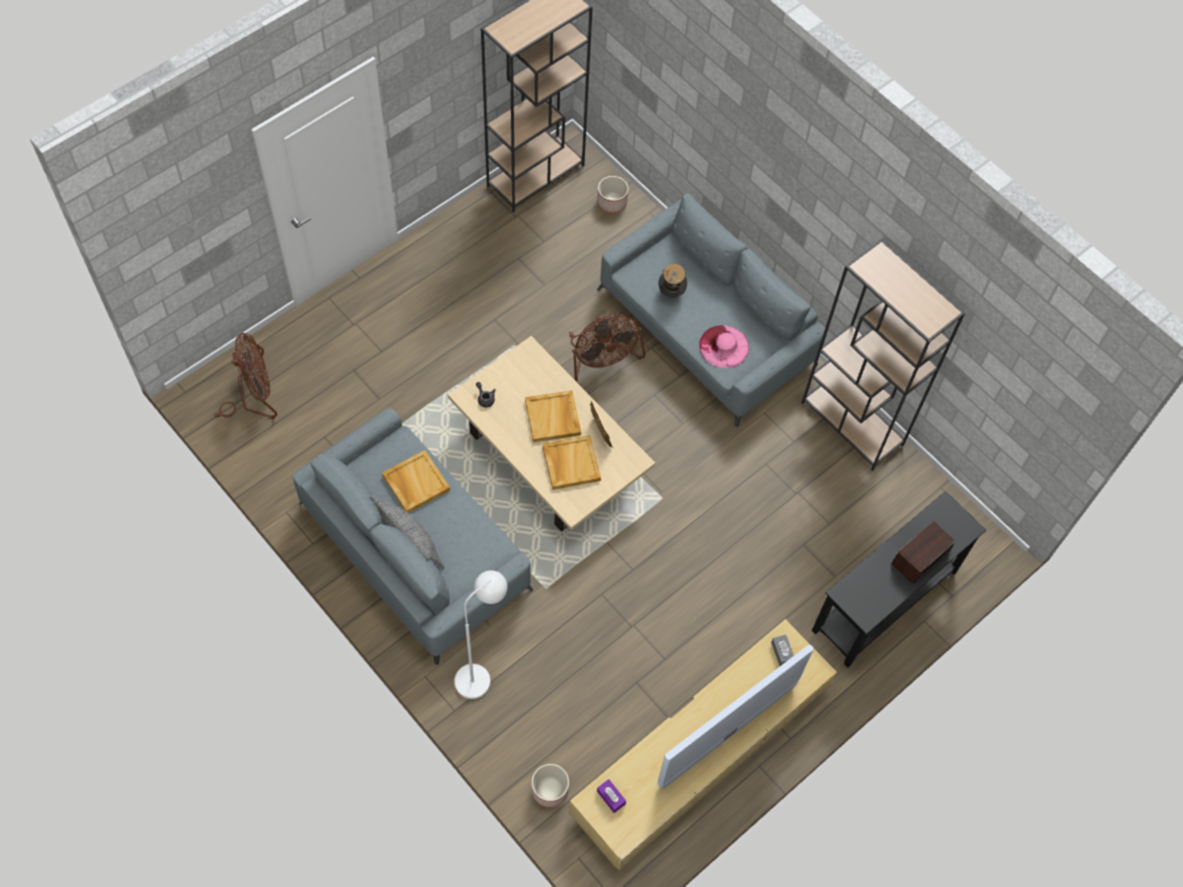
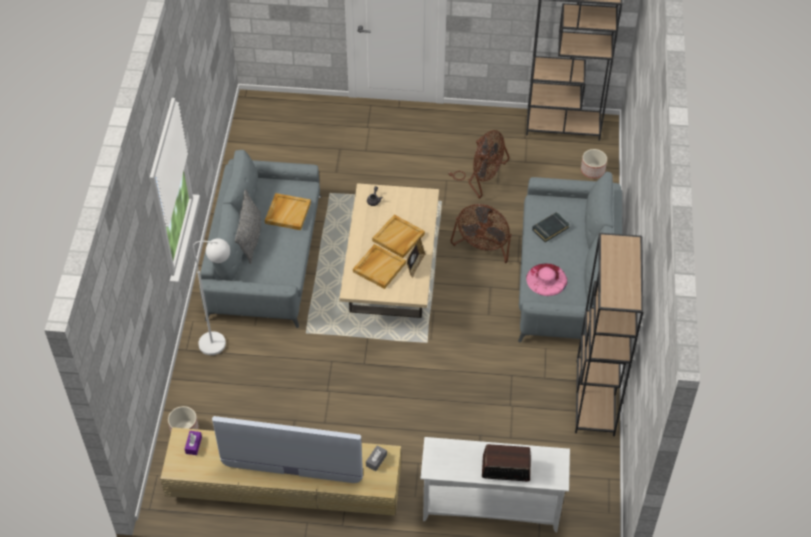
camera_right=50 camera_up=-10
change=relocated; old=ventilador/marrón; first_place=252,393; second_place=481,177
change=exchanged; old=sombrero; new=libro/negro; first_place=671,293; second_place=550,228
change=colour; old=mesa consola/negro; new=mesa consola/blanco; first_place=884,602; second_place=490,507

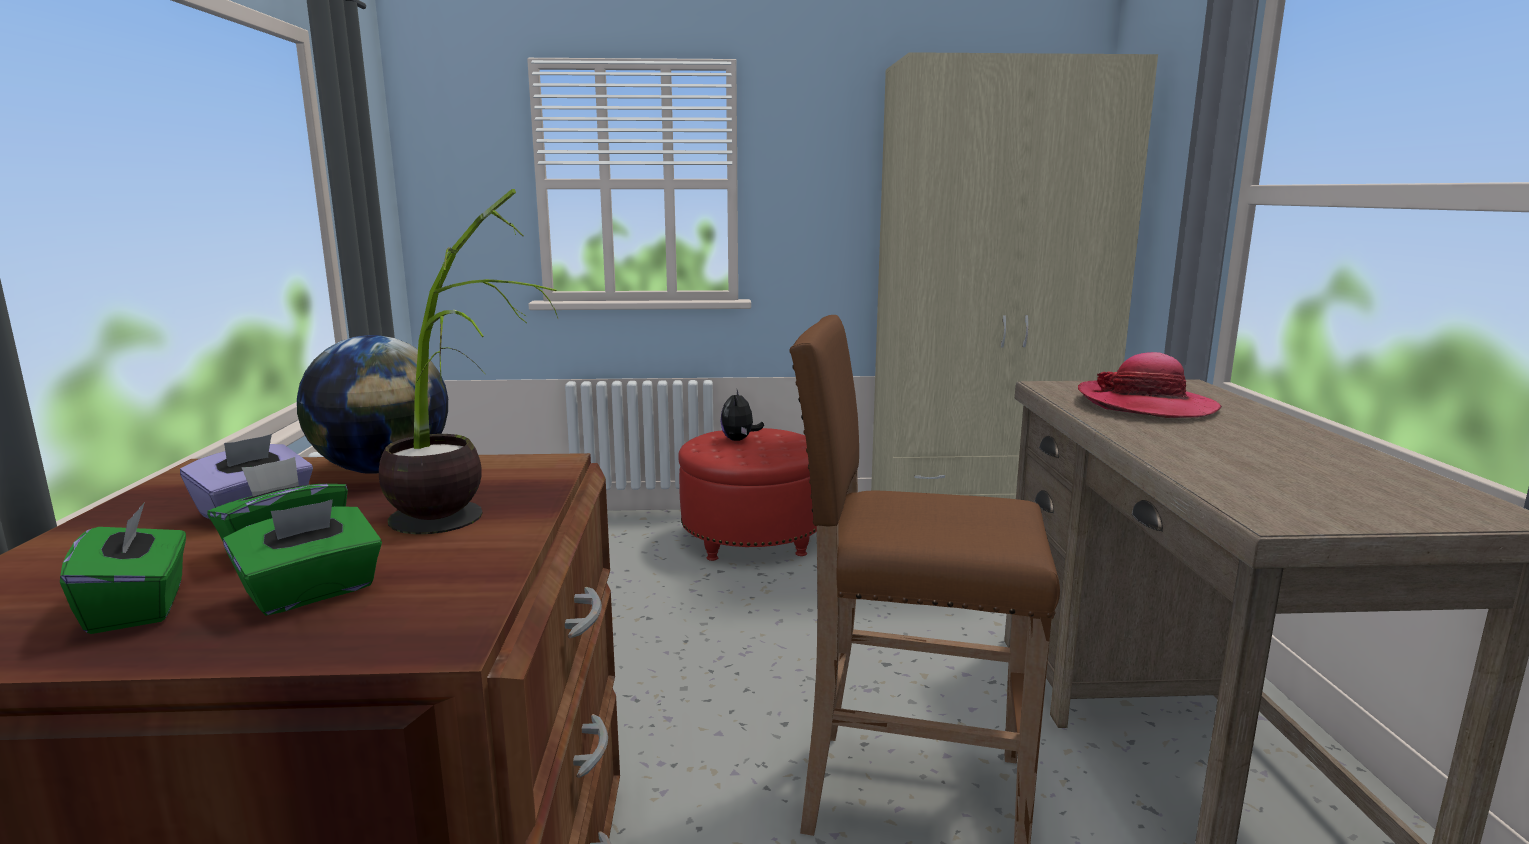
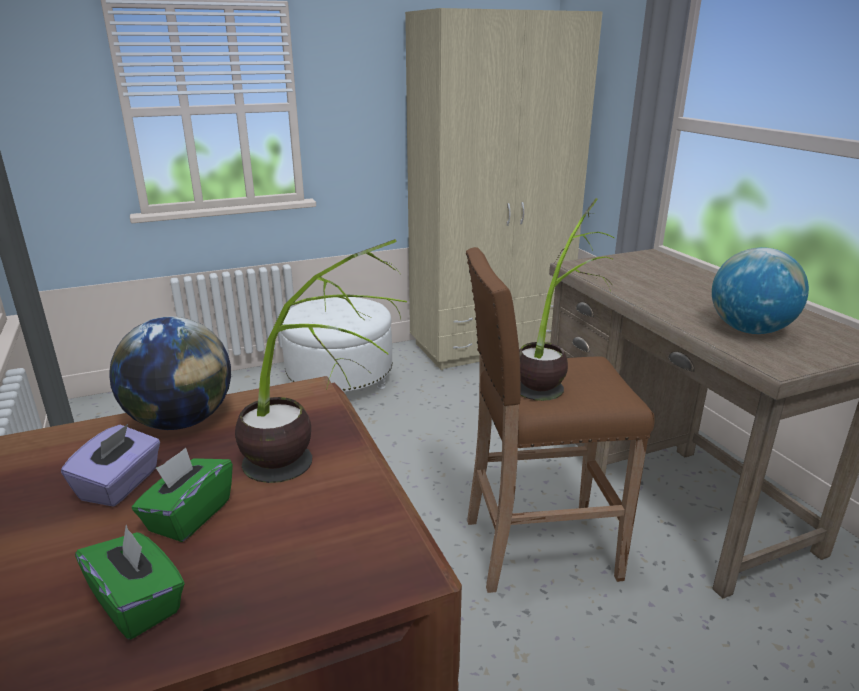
camera_right=-20 camera_up=10
change=missing; old=caja de pañuelos/verde; first_place=312,592
change=colour; old=puf/rojo; new=puf/blanco; first_place=752,539; second_place=340,380
change=missing; old=peluche; first_place=739,440
change=missing; old=sombrero; first_place=1146,405
change=appeared; new=planta en maceta; second_place=554,377
change=appeared; new=globo terráqueo; second_place=749,330

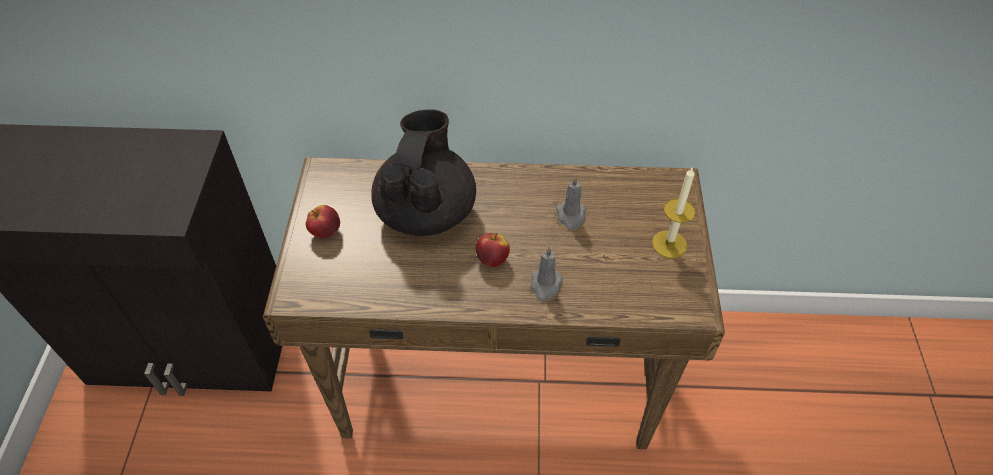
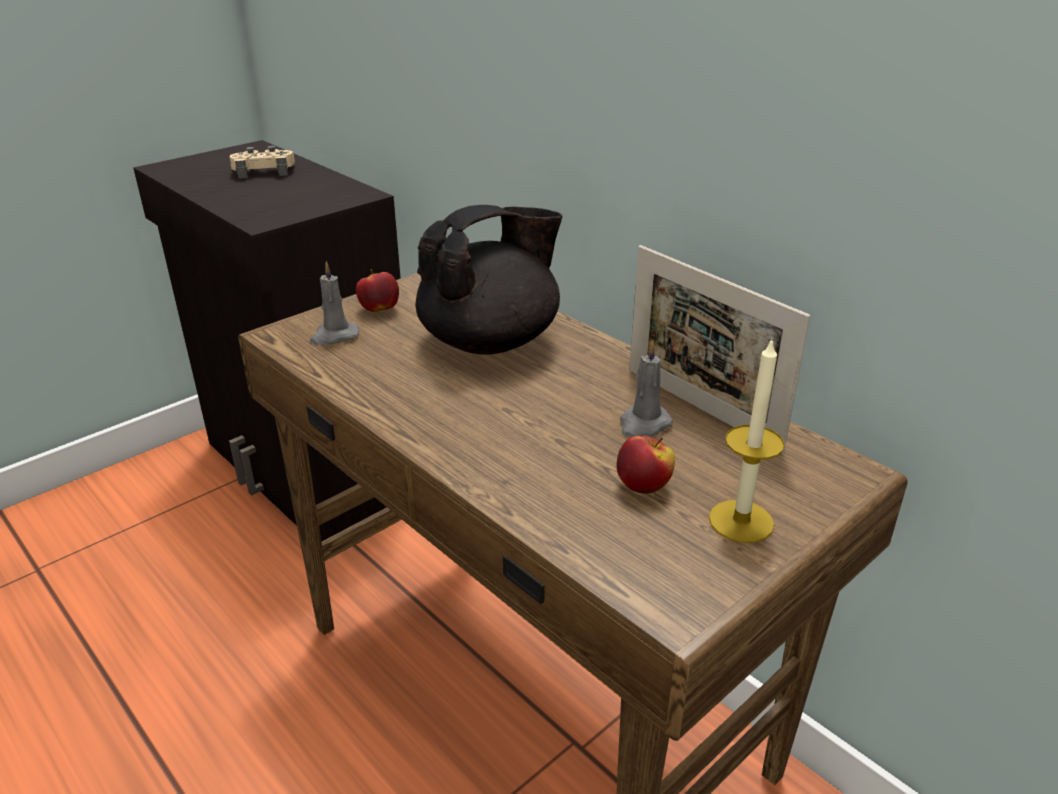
camera_right=45 camera_up=-20
change=relocated; old=manzana; first_place=492,259; second_place=643,486
change=relocated; old=vela/gris; first_place=545,285; second_place=334,336
change=appeared; new=mando de consola/beis; second_place=264,171
change=appeared; new=portarretratos; second_place=701,408

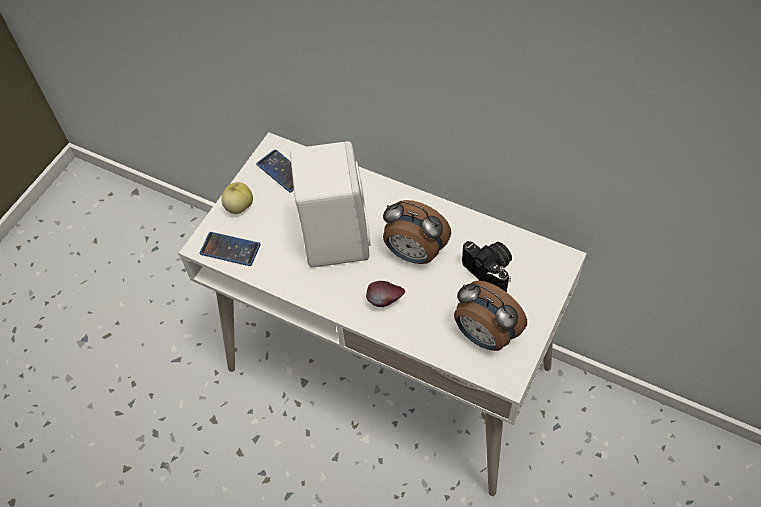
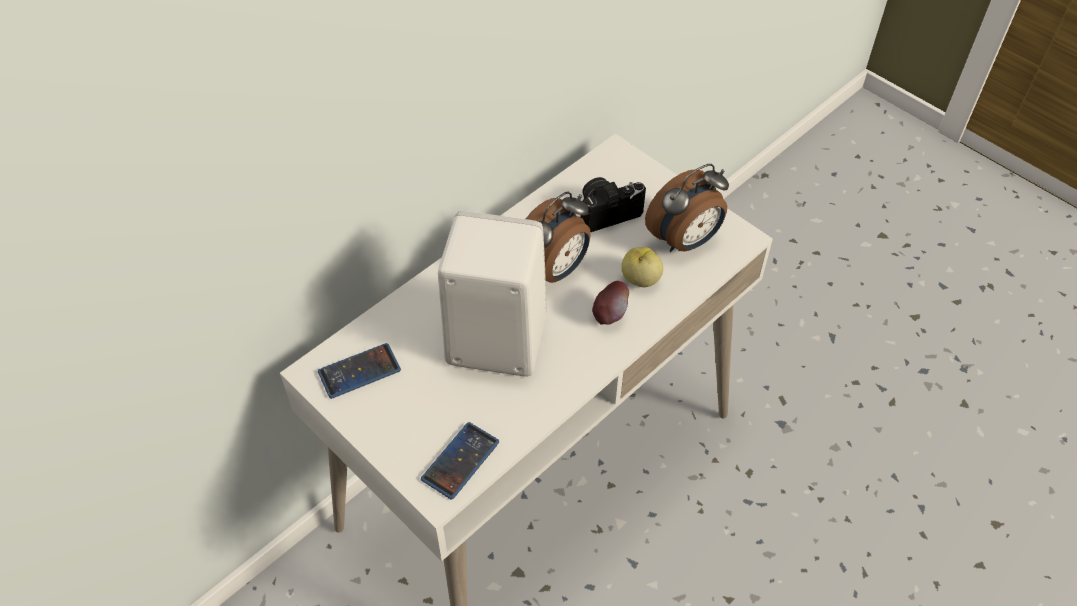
camera_right=-75 camera_up=-5
change=relocated; old=manzana; first_place=239,206; second_place=640,279

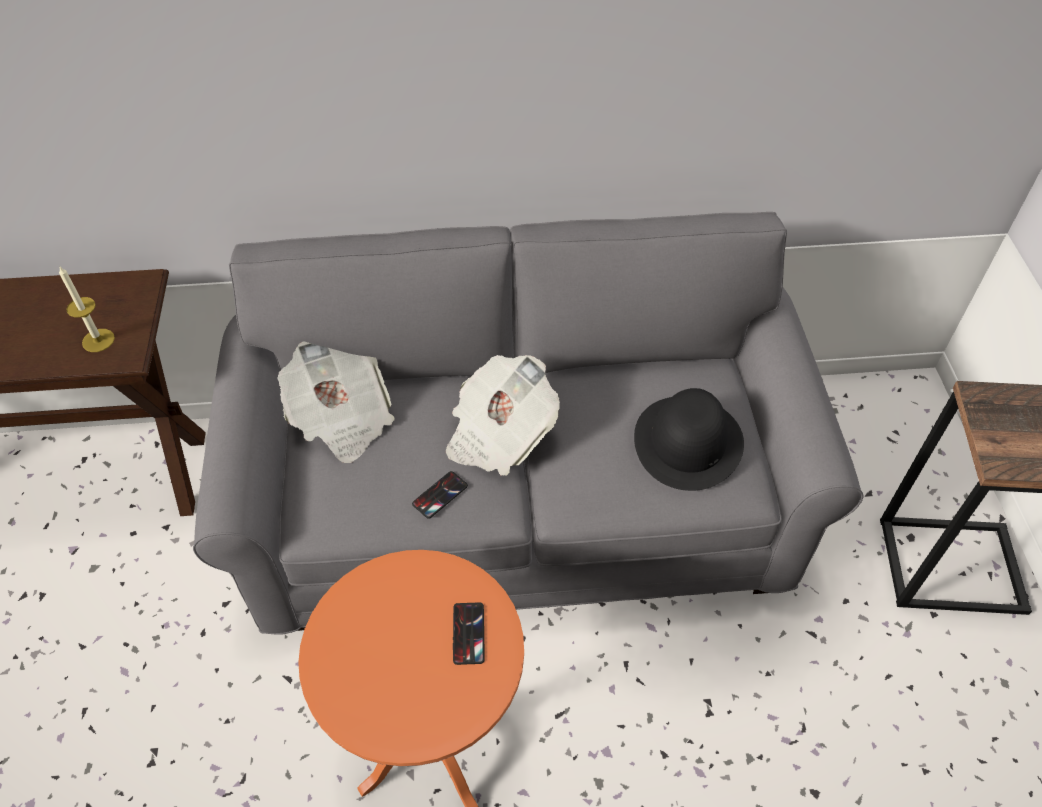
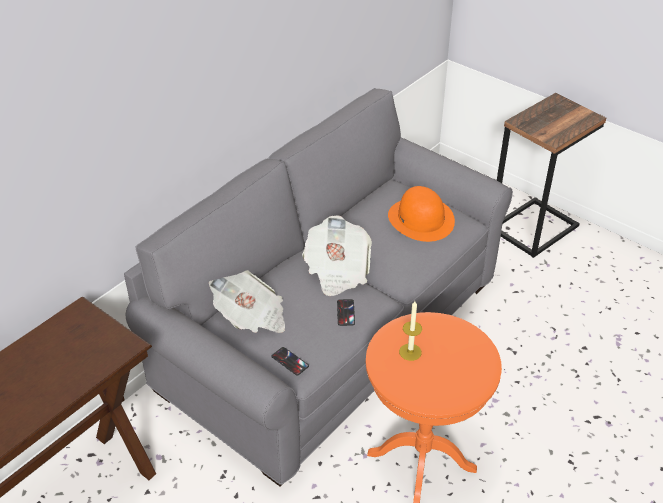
camera_right=-45 camera_up=-10
change=relocated; old=vela; first_place=98,340; second_place=410,352
change=relocated; old=móvil; first_place=468,633; second_place=290,361
change=colour; old=sombrero/negro; new=sombrero/naranja; first_place=688,442; second_place=421,219

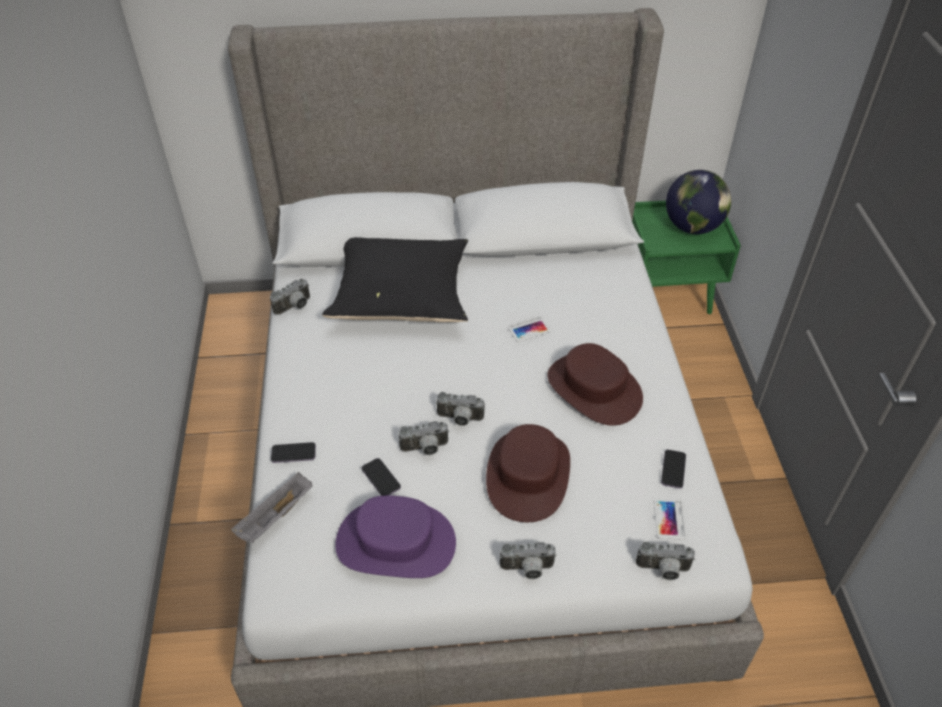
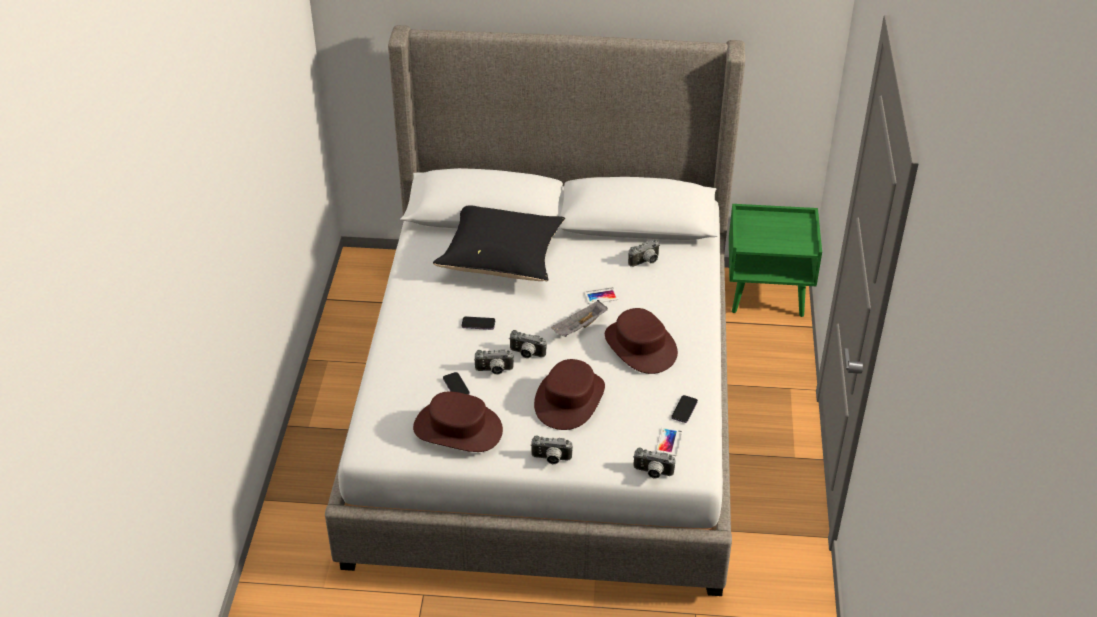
camera_right=10 camera_up=-5
change=relocated; old=bandeja/gris; first_place=276,517; second_place=579,327
change=relocated; old=cámara; first_place=294,307; second_place=645,262
change=relocated; old=móvil; first_place=293,453; second_place=478,324
change=colour; old=sombrero/morado; new=sombrero/marrón; first_place=396,542; second_place=458,428
change=missing; old=globo terráqueo; first_place=692,227

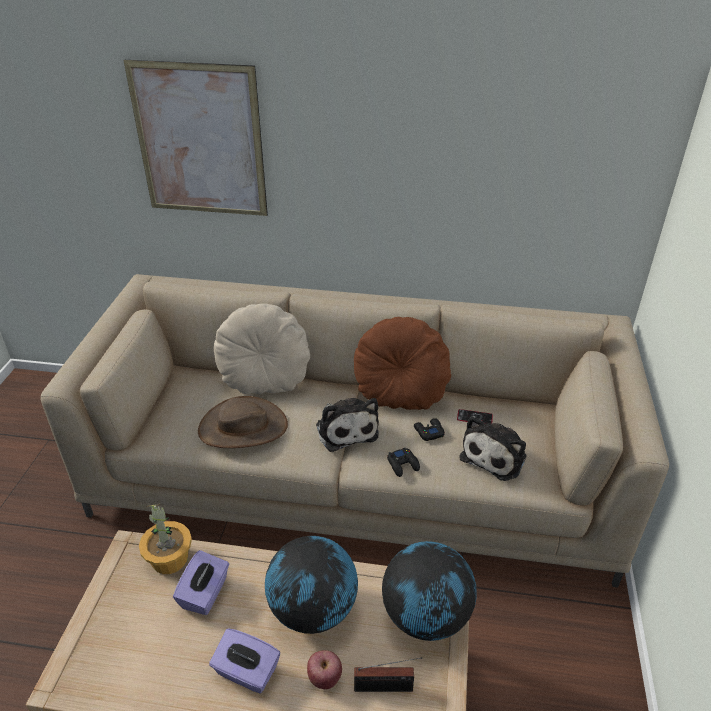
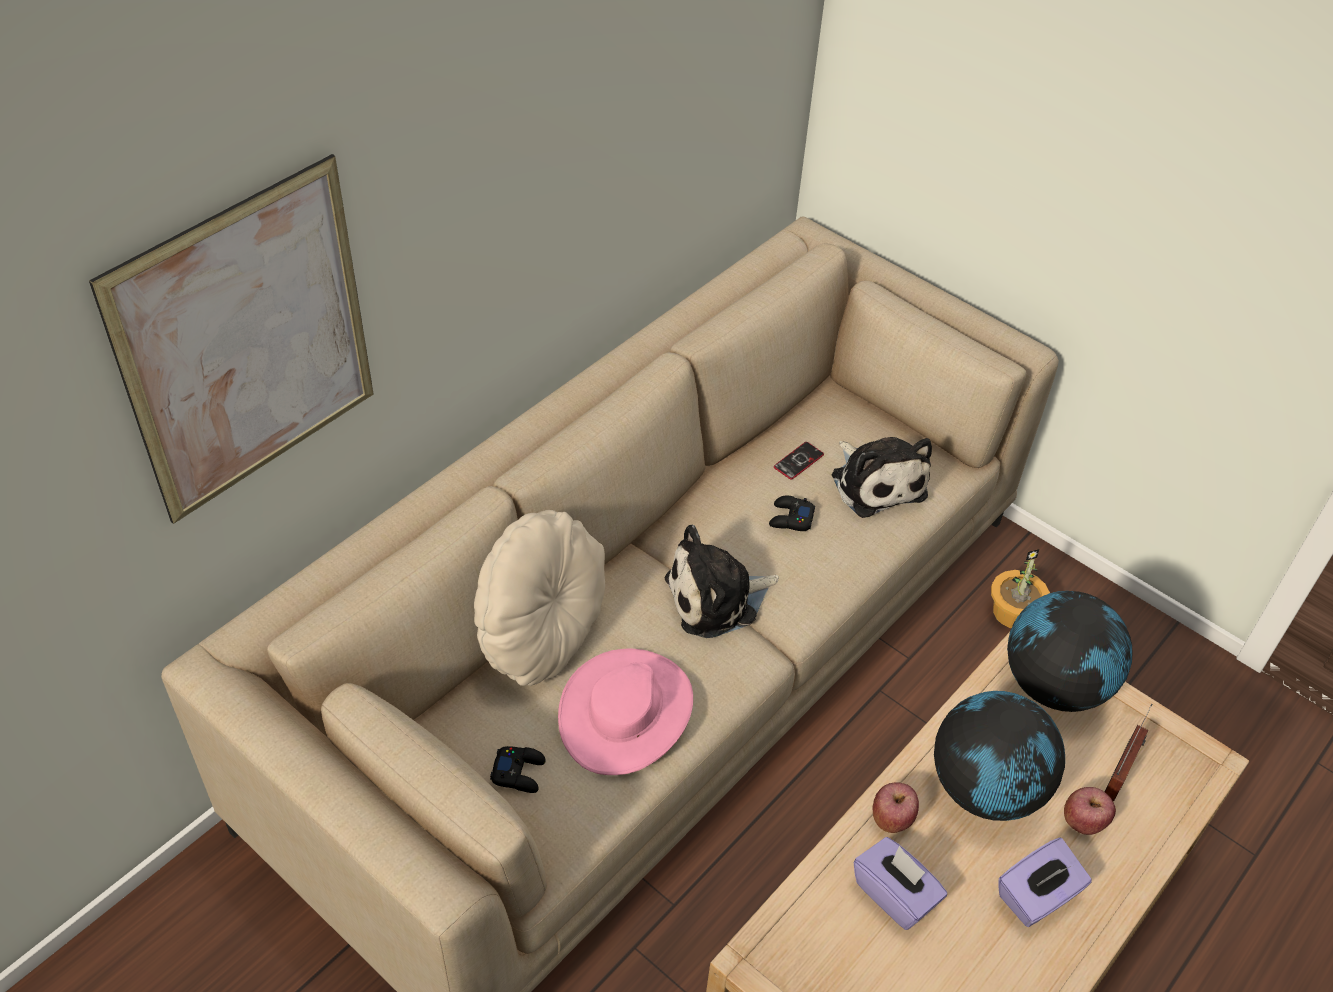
camera_right=-60 camera_up=10
change=relocated; old=planta en maceta; first_place=169,559; second_place=1014,612
change=colour; old=sombrero/marrón; new=sombrero/rosa; first_place=243,427; second_place=626,712
change=spun; old=peluche; first_place=346,429; second_place=717,598; degrees=150
change=missing; old=cojín/marrón; first_place=400,398
change=relocated; old=mando de consola/negro; first_place=403,465; second_place=519,772
change=appeared; new=manzana; second_place=891,819

